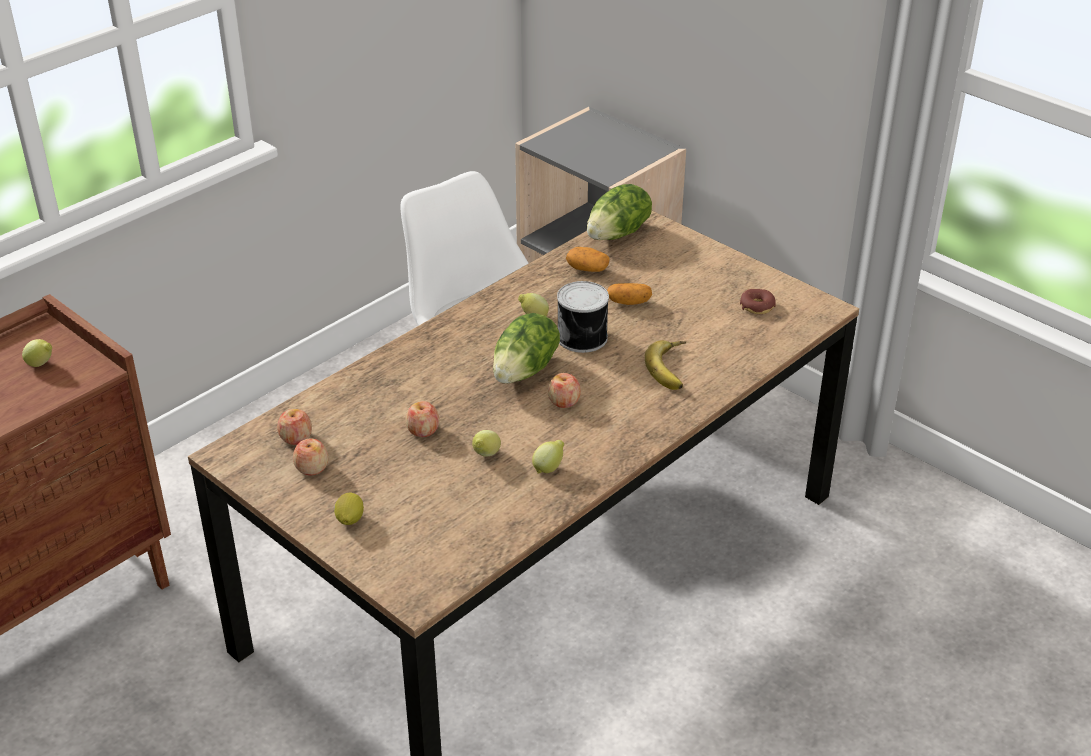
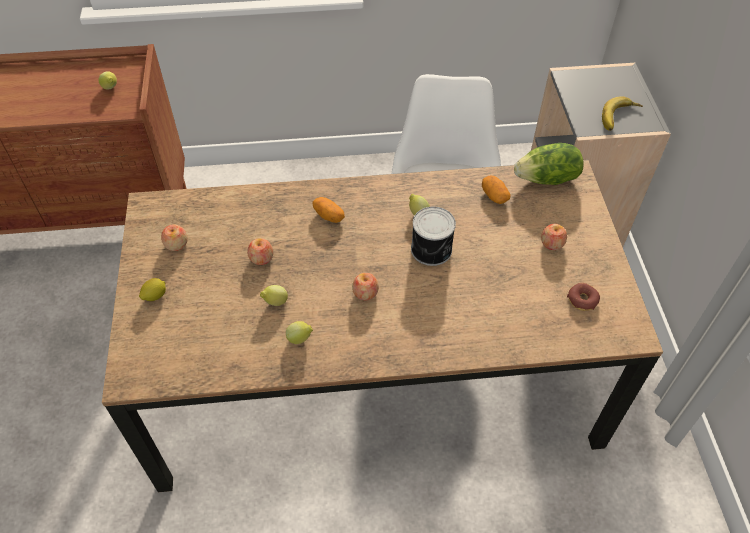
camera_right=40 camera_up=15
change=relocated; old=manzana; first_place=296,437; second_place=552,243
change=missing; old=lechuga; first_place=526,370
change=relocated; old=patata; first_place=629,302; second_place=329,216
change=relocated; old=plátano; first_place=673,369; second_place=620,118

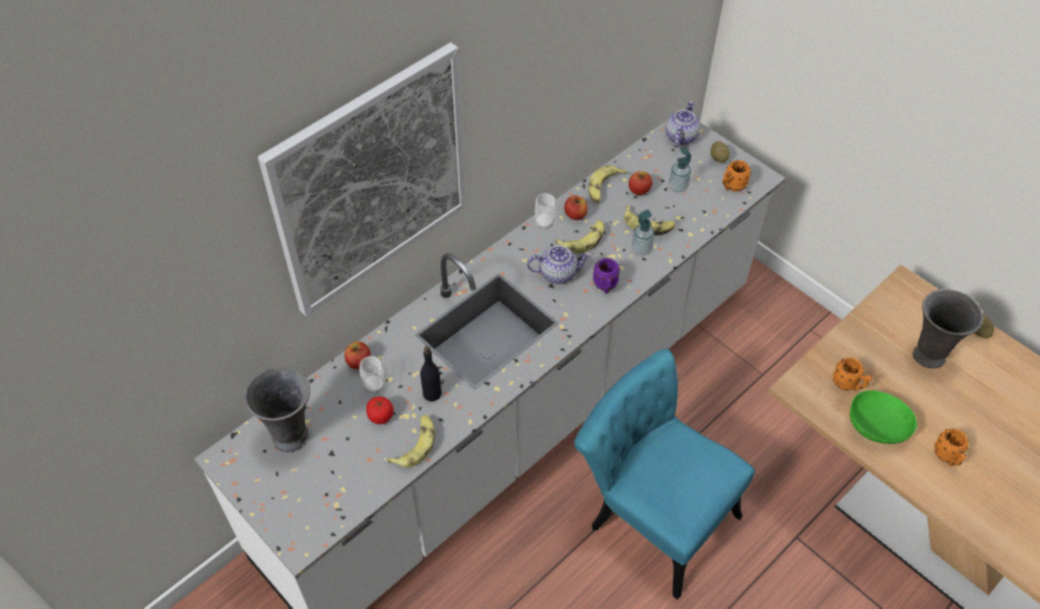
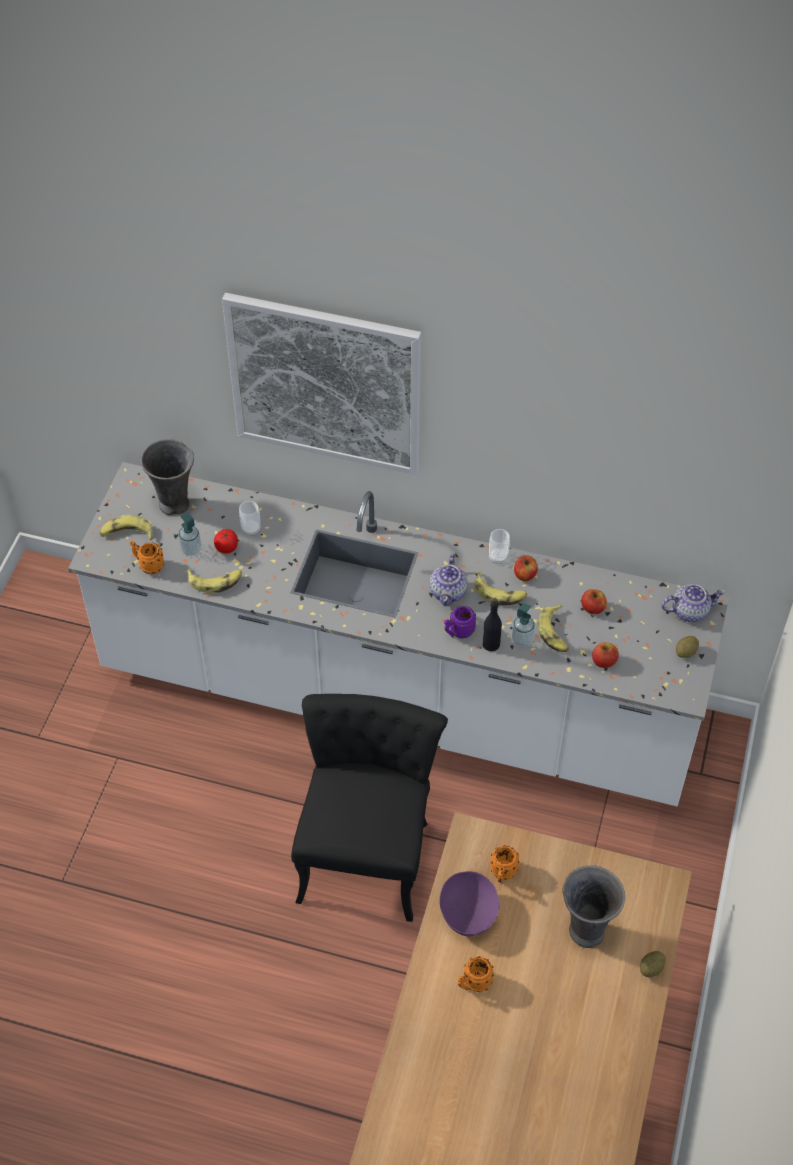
camera_right=60 camera_up=0
change=relocated; old=manzana; first_place=358,362; second_place=604,661
change=relocated; old=botella/negro; first_place=432,393; second_place=491,644
change=spun; old=tetera; first_place=558,273; second_place=448,592; degrees=45
change=colour; old=silla/turquesa; new=silla/negro; first_place=651,514; second_place=367,847
change=relocated; old=plátano; first_place=604,188; second_place=127,533
change=relocated; old=dispensador de jabón; first_place=678,187; second_place=191,549
change=relocated; old=taza grande/naranja; first_place=732,187; second_place=148,565
change=colour; old=cuenco/verde; new=cuenco/morado; first_place=876,427; second_place=469,913

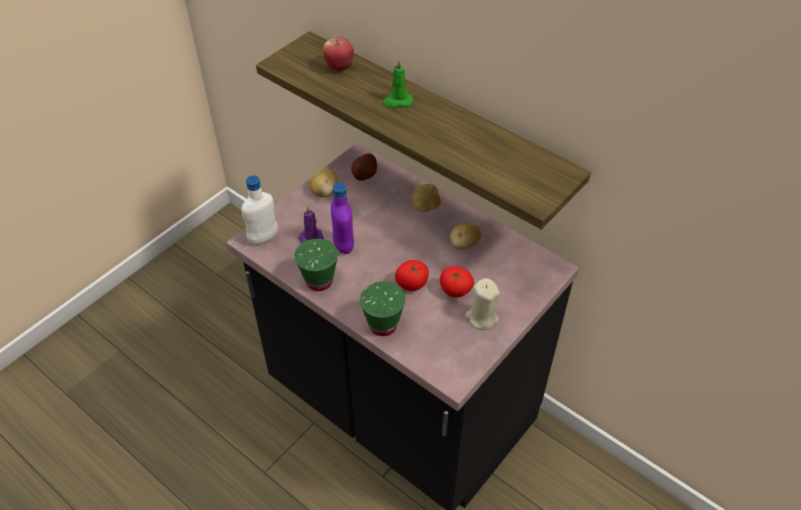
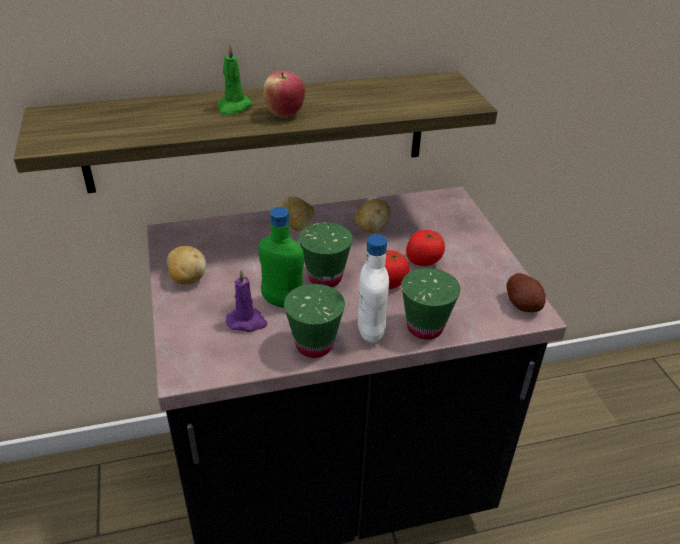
camera_right=-55 camera_up=-10
change=relocated; old=botella/blanco; first_place=263,238; second_place=371,331
change=relocated; old=manzana; first_place=339,67; second_place=284,114
change=colour; old=botella/morado; new=botella/verde; first_place=343,245; second_place=282,302
change=relocated; old=patata; first_place=365,175; second_place=523,304
change=missing; old=vela/beis; first_place=481,317
change=appeared; new=taza/verde; second_place=325,278

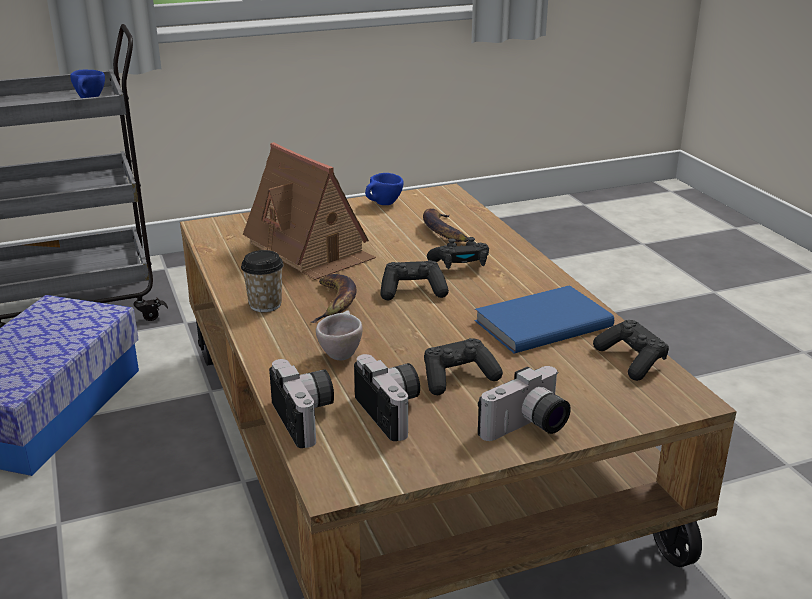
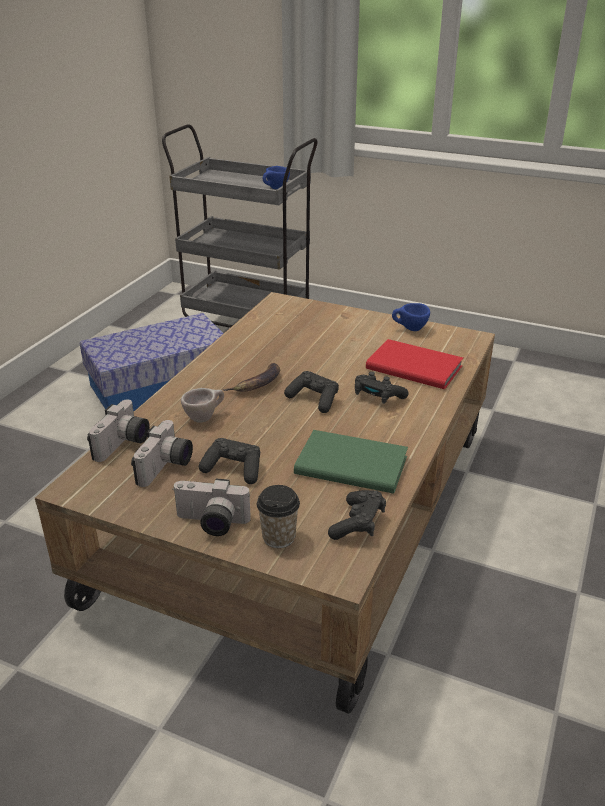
camera_right=45 camera_up=5
change=relocated; old=taza; first_place=265,305; second_place=279,537
change=missing; old=casita; first_place=310,250
change=exchanged; old=plátano; new=libro/rojo; first_place=443,231; second_place=414,366
change=colour; old=libro/azul; new=libro/verde; first_place=540,323; second_place=350,463

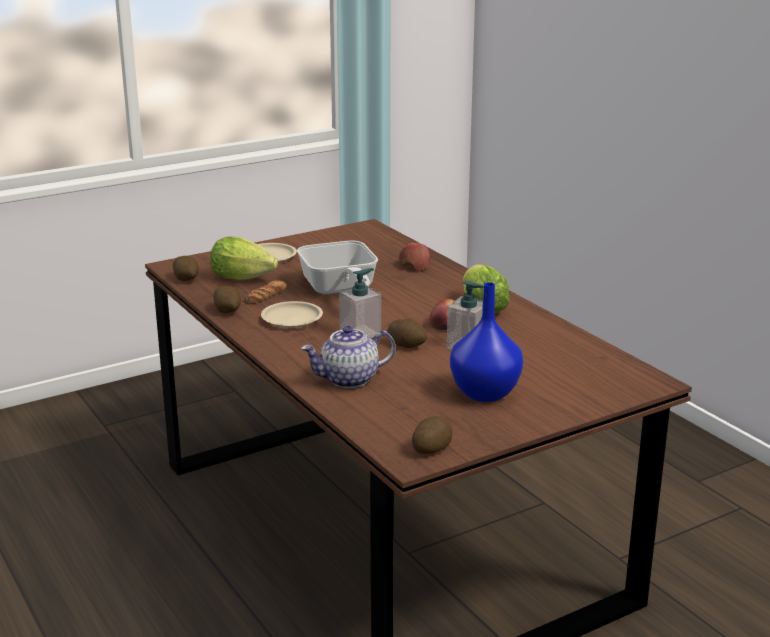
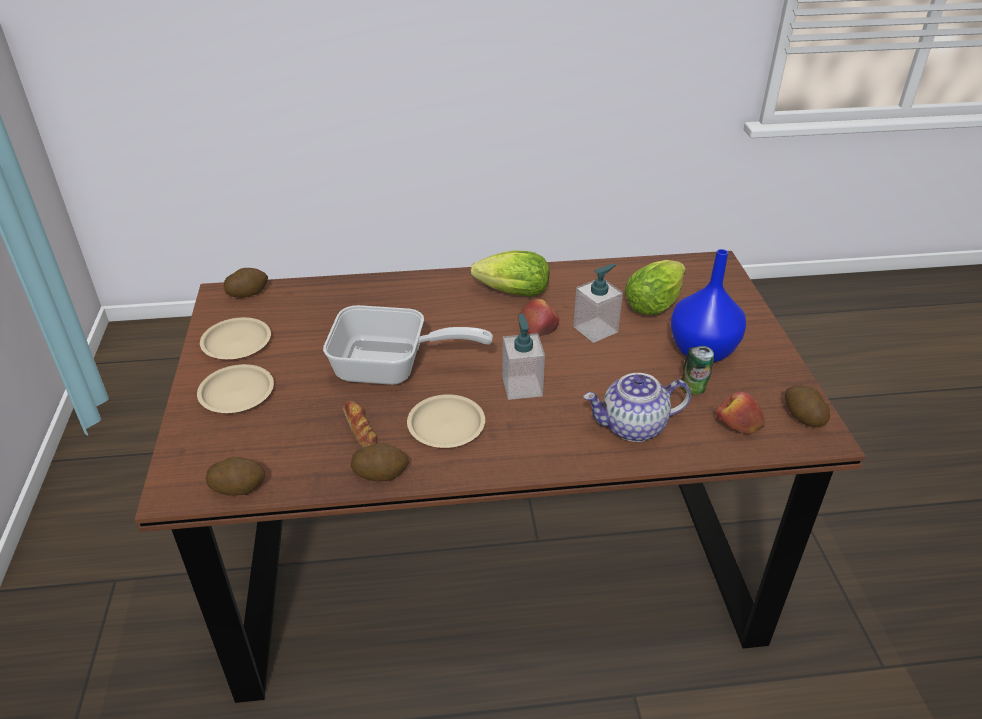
camera_right=-65 camera_up=15
change=relocated; old=lechuga; first_place=245,279; second_place=656,303
change=spun; old=tetera; first_place=349,379; second_place=633,427; degrees=75
change=relocated; old=patata; first_place=407,345; second_place=248,293
change=relocated; old=manzana; first_place=414,265; second_place=738,423
change=appeared; new=plato/beis; second_place=236,343
change=appeared; new=lata; second_place=693,389

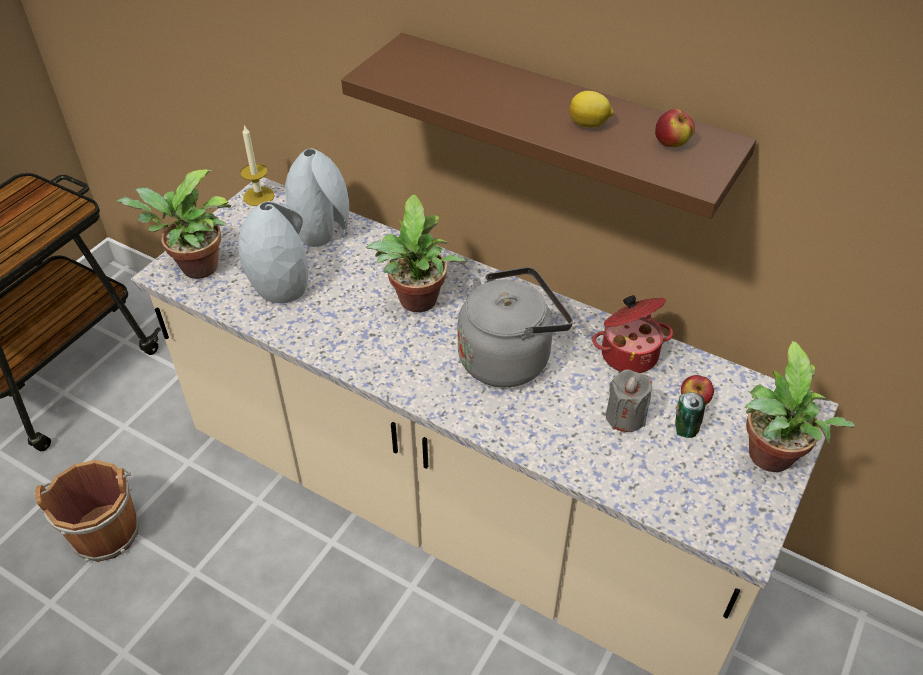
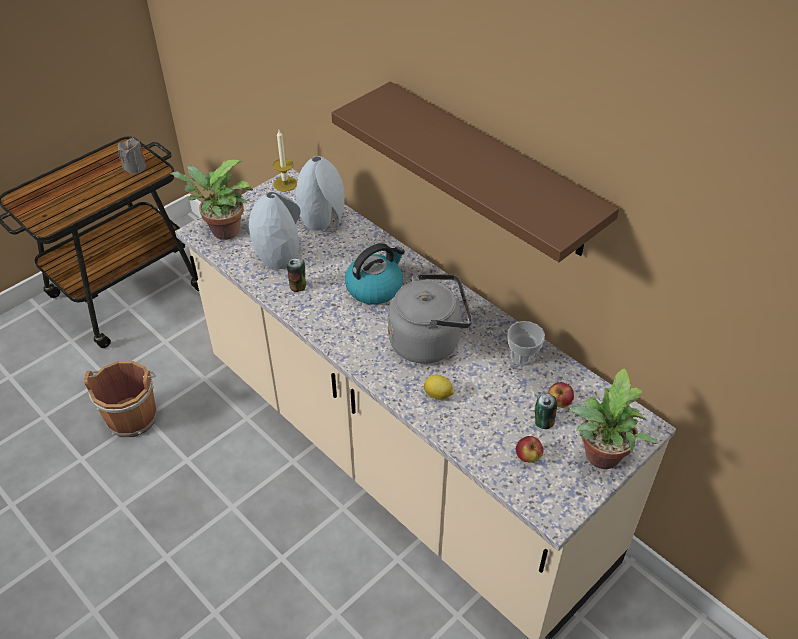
camera_right=15 camera_up=0
change=exchanged; old=planta en maceta; new=hervidor; first_place=417,304; second_place=375,287
change=relocated; old=limón; first_place=589,125; second_place=438,395
change=exchanged; old=olla; new=taza; first_place=628,353; second_place=522,356
change=relocated; old=vela/gris; first_place=625,417; second_place=135,167
change=relocated; old=manzana; first_place=671,144; second_place=527,457
change=appeared; new=lata; second_place=298,286

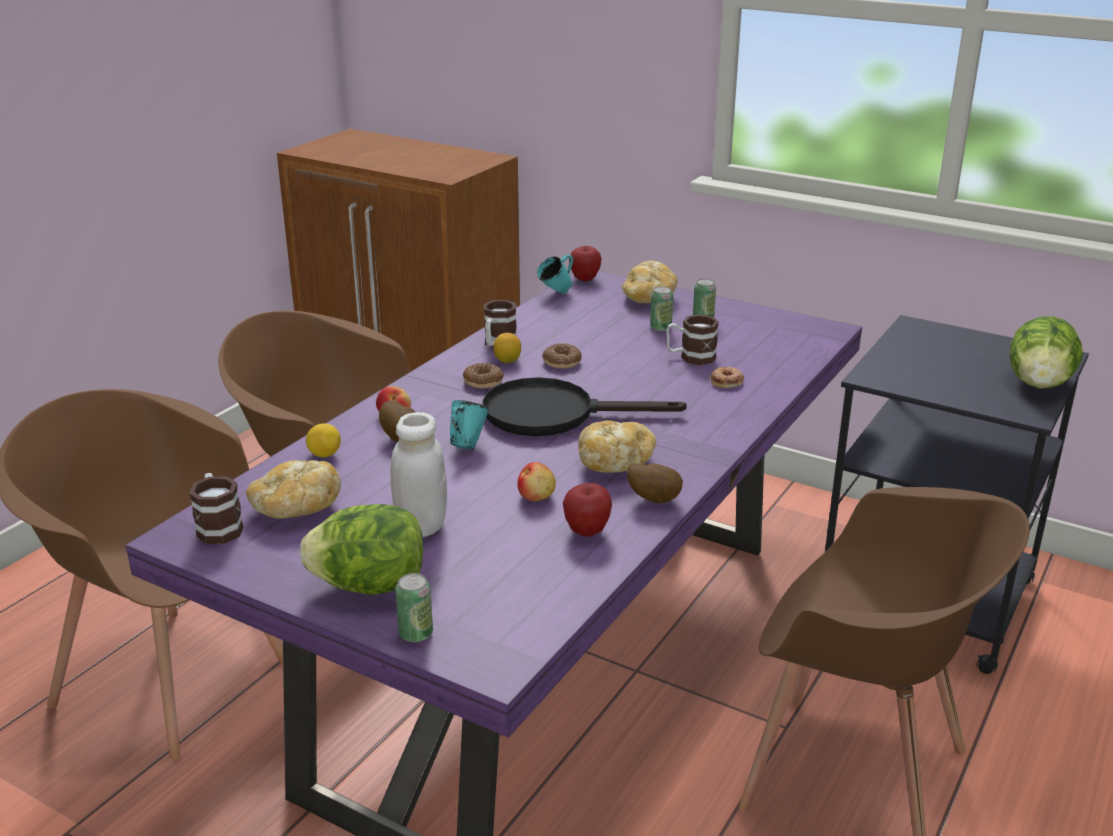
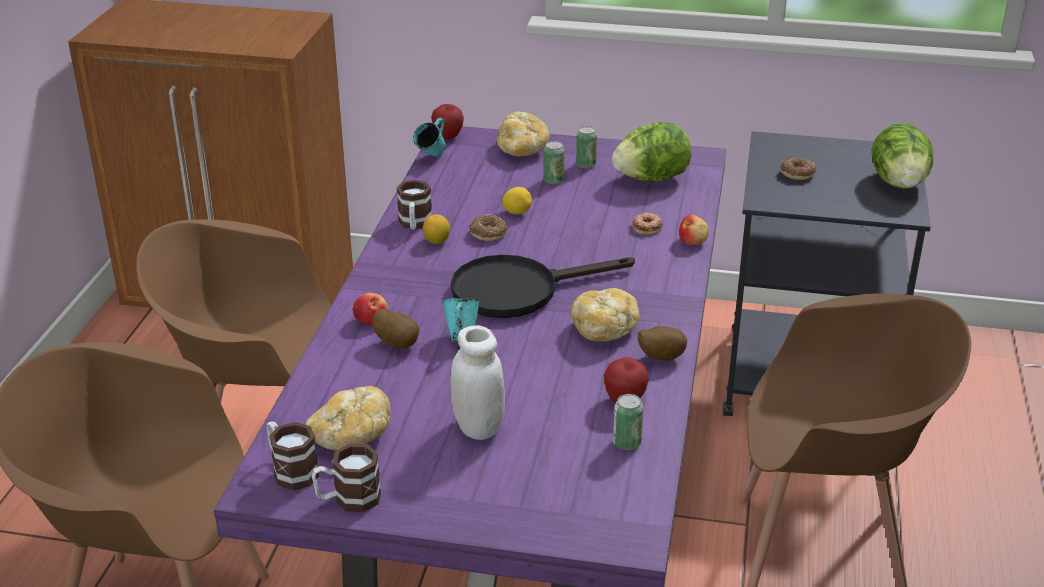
camera_right=-20 camera_up=5
change=relocated; old=lechuga; first_place=370,586; second_place=651,178
change=relocated; old=limón; first_place=324,455; second_place=517,212
change=relocated; old=lata; first_place=416,634; second_place=627,443
change=relocated; old=rosquilla; first_place=483,382; second_place=797,174
change=relocated; old=manzana; first_place=537,496; second_place=692,241
change=relocated; old=taza grande; first_place=690,357; second_place=348,499

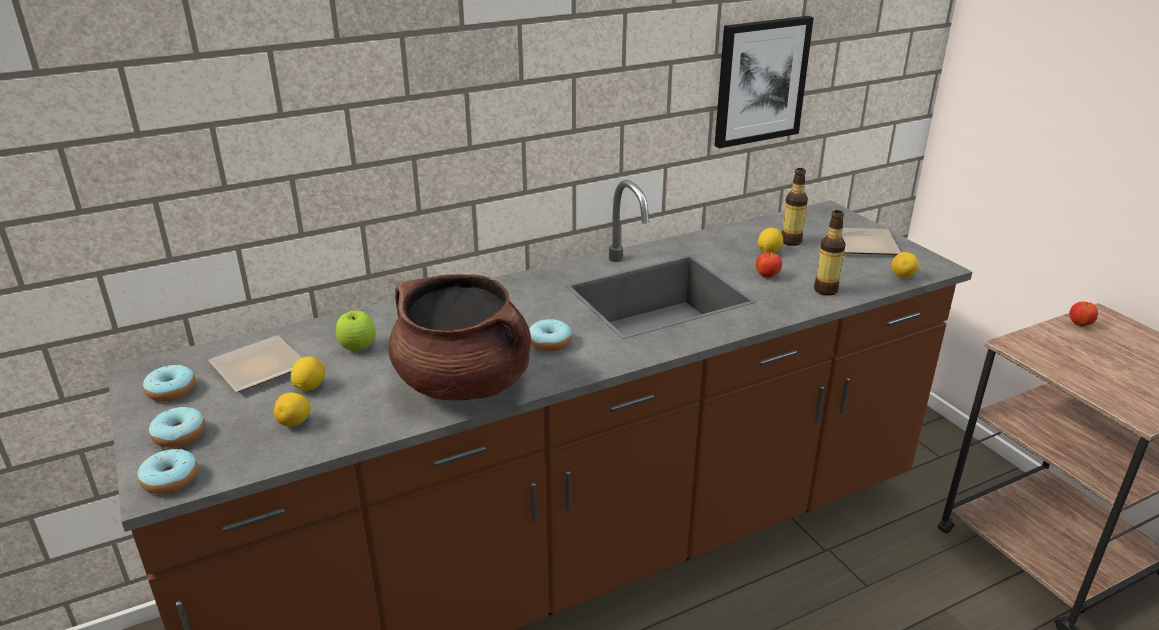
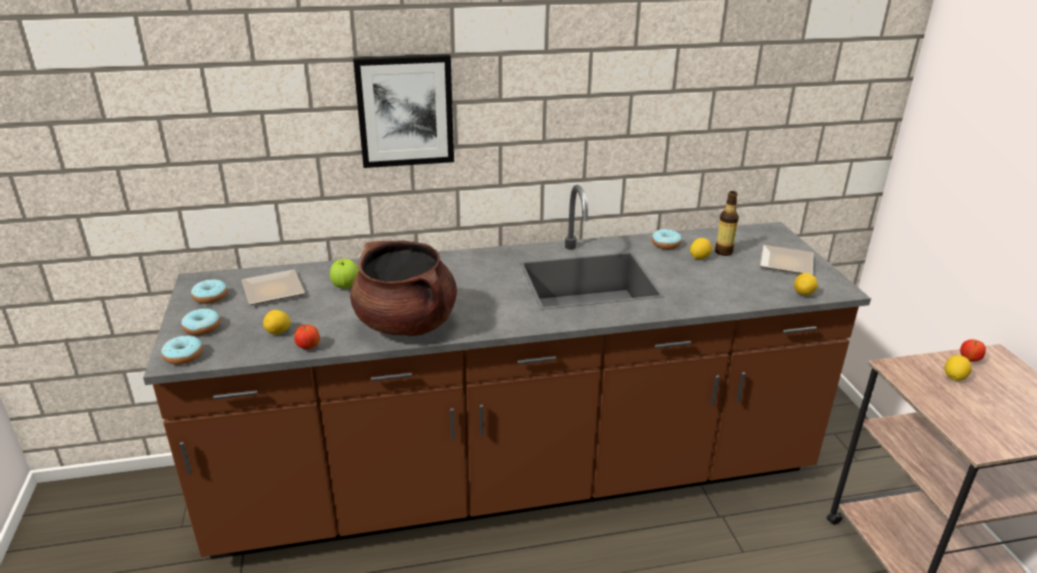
camera_right=15 camera_up=0
change=relocated; old=limón; first_place=309,387; second_place=954,377
change=relocated; old=rosquilla; first_place=550,342; second_place=666,244
change=relocated; old=cuadro; first_place=760,81; second_place=405,111
change=relocated; old=manzana; first_place=767,276; second_place=308,347
change=missing; old=botella; first_place=825,290

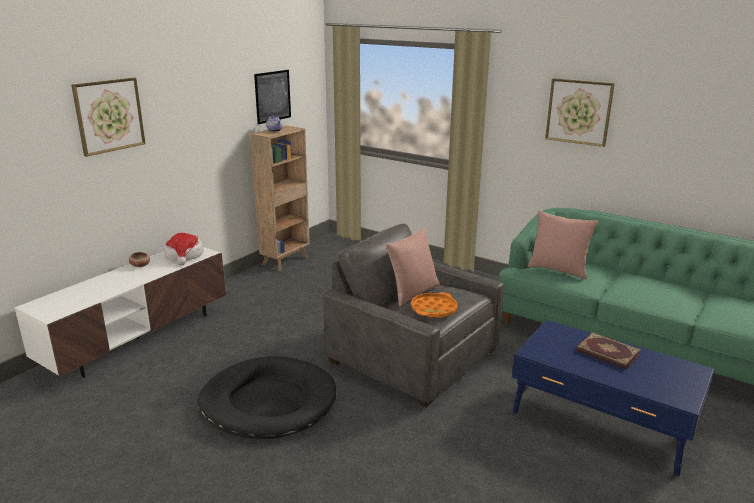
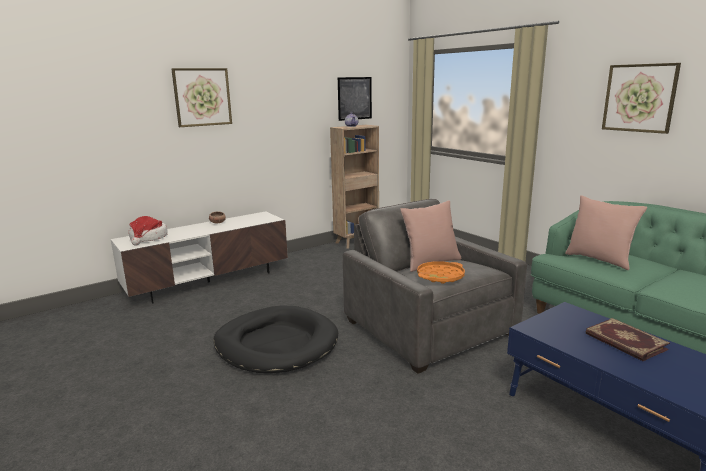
camera_right=20 camera_up=-5
change=relocated; old=sombrero; first_place=184,256; second_place=148,238

